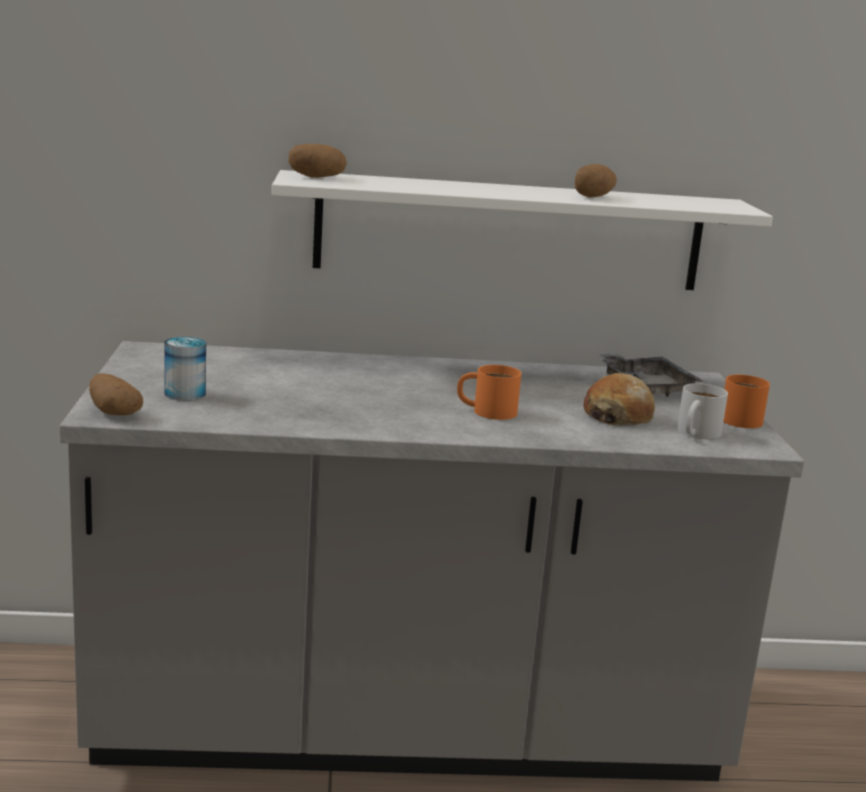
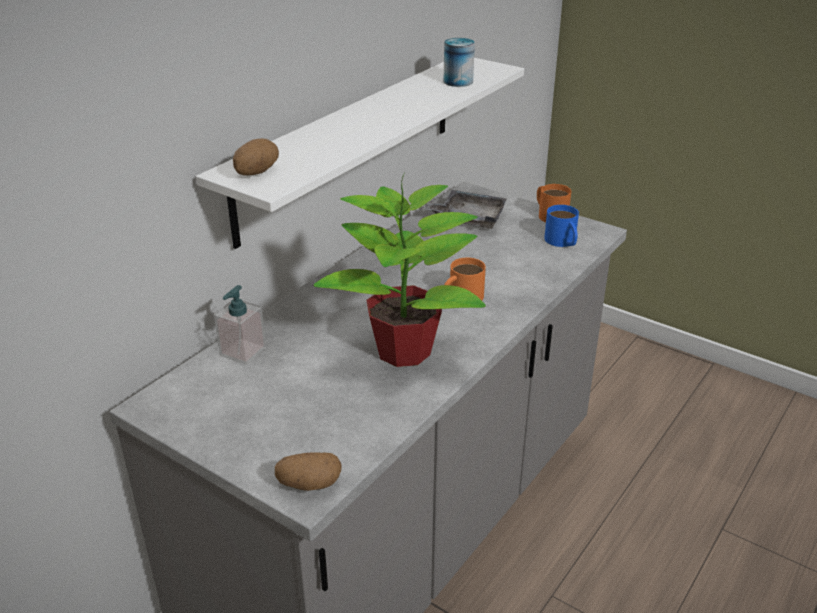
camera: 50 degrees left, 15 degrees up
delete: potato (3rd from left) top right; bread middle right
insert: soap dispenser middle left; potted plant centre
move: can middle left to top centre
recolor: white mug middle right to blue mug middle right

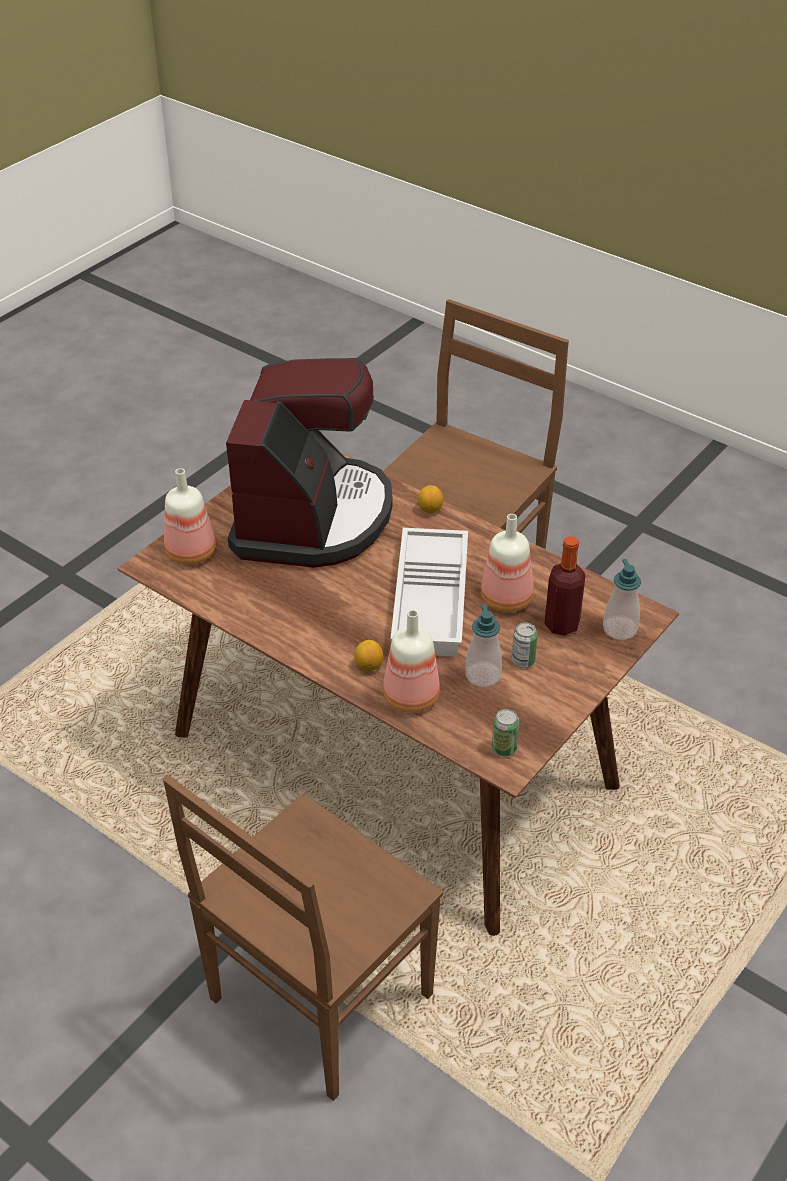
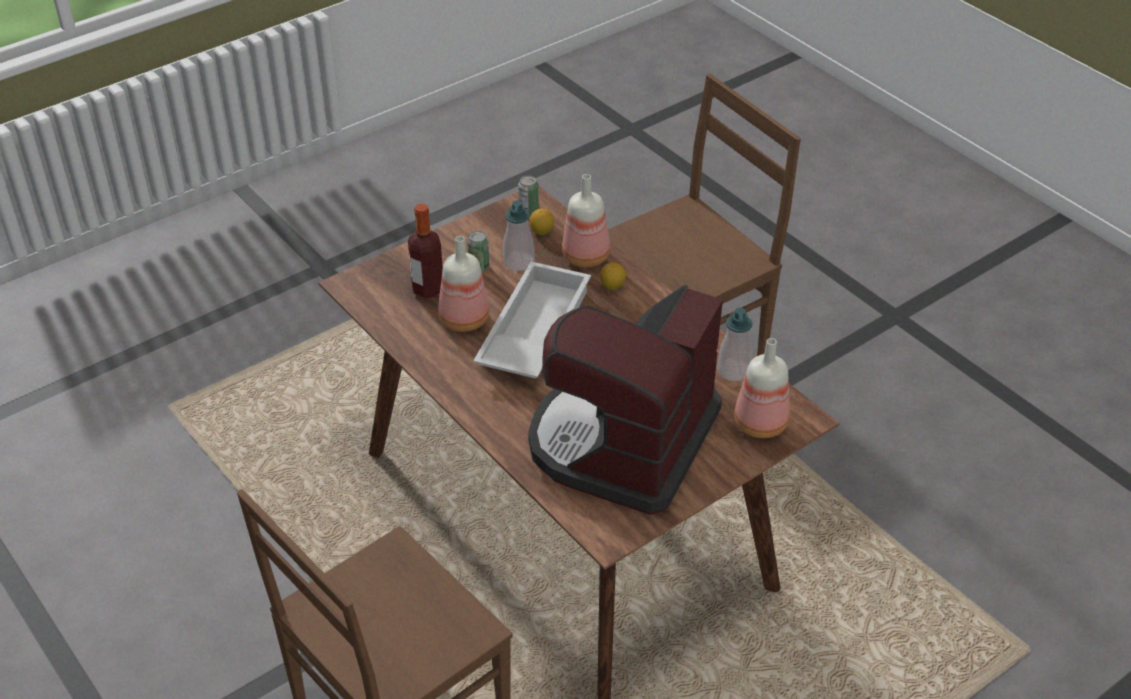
camera: 165 degrees left, 0 degrees up
move: lemon (2nd from left in the first image) centre to lemon (1st from left) top centre; soap dispenser (2nd from left) middle right to centre

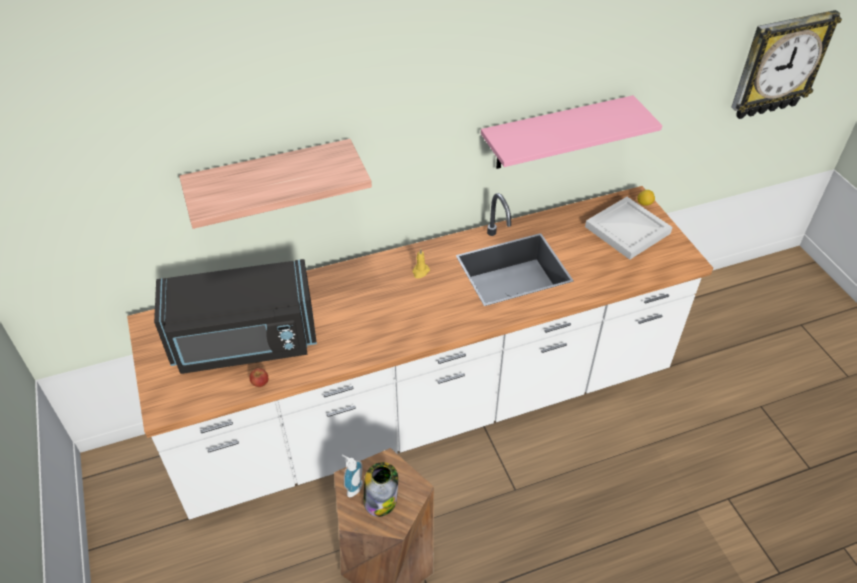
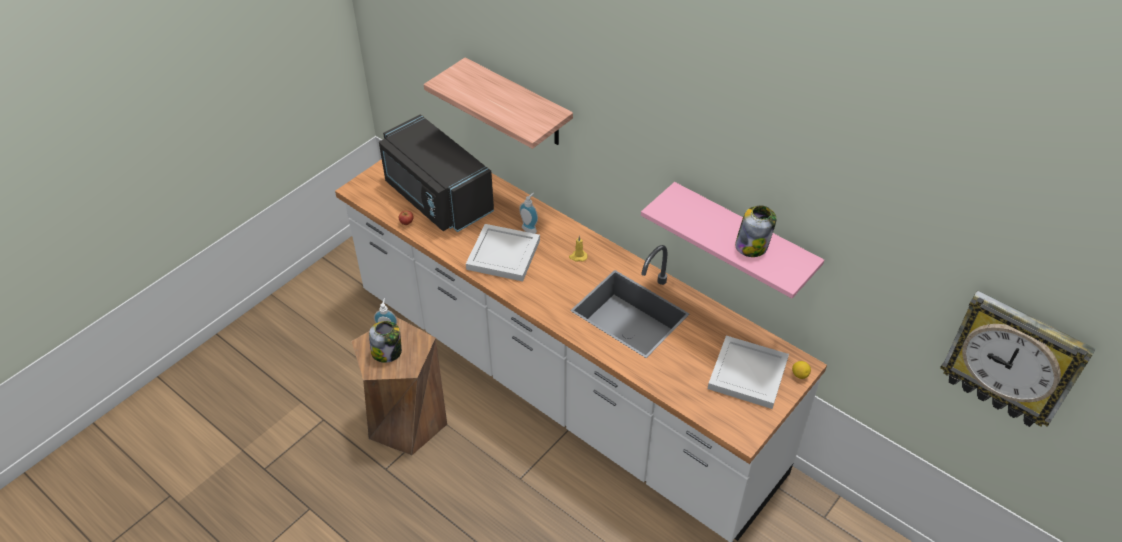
camera: 60 degrees right, 0 degrees up
insert: white tray (1st from left) centre; soap dispenser (2nd from left) centre; jar (2nd from left) middle right

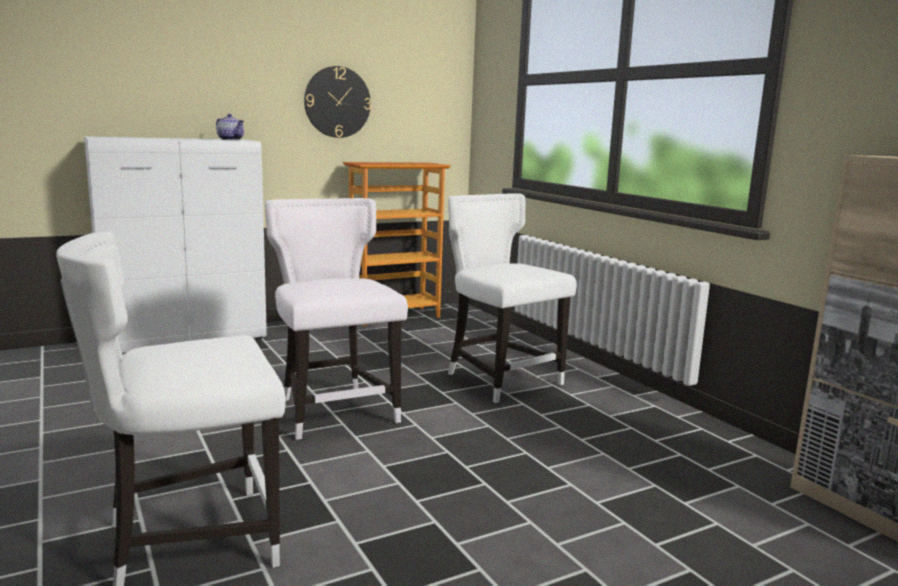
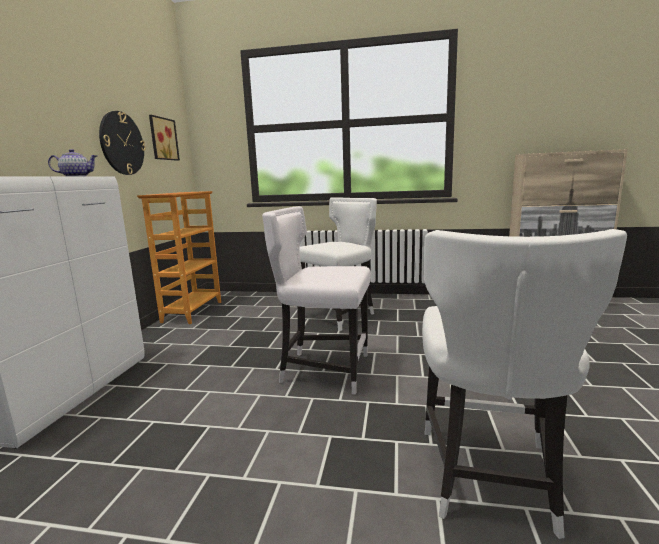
camera: 50 degrees left, 0 degrees up
insert: picture top left
rotate: white chair (3rd from left in the first image) centre = centre 135 degrees clockwise

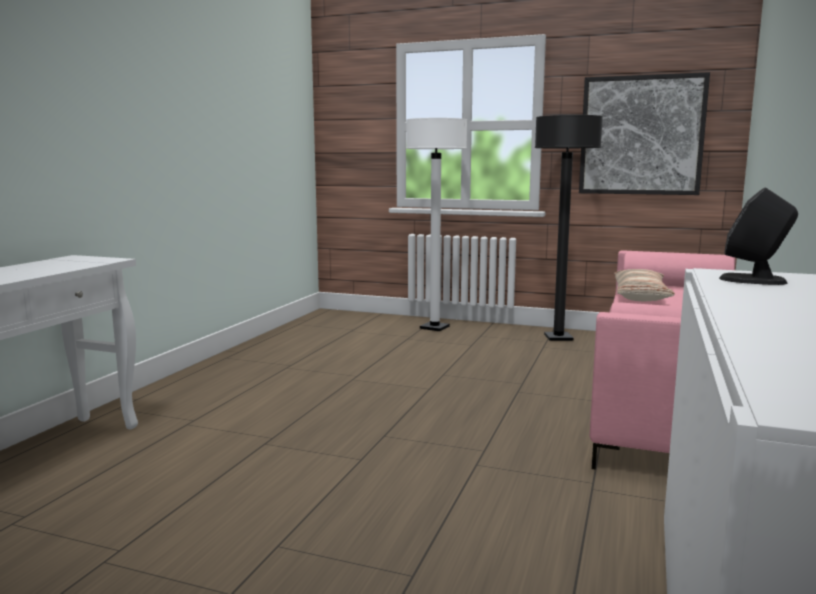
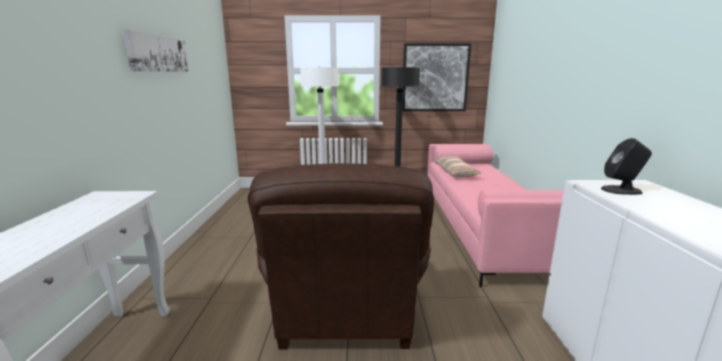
camera: 20 degrees left, 5 degrees up
insert: picture (1st from left) top left; brown armchair bottom centre

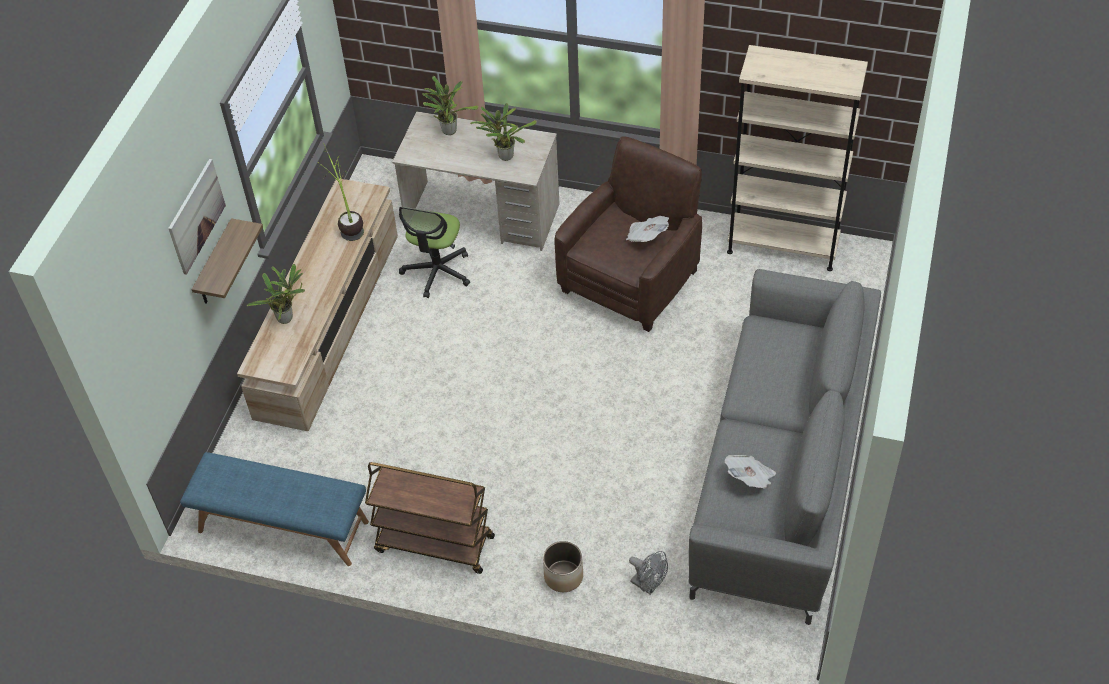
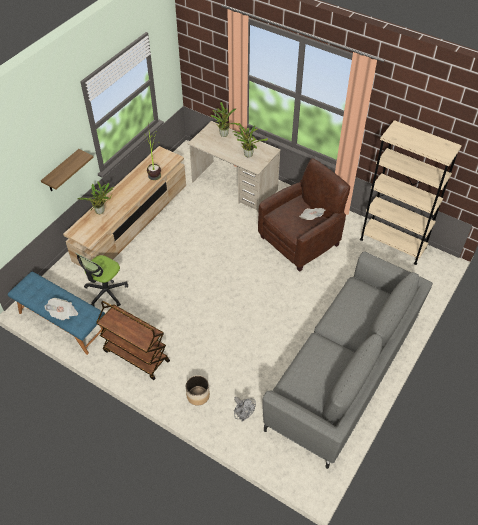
camera: 15 degrees right, 0 degrees up
delete: picture top left
move: office chair centre to middle left; newspaper (2nd from left in the first image) bottom right to newspaper (1st from left) middle left

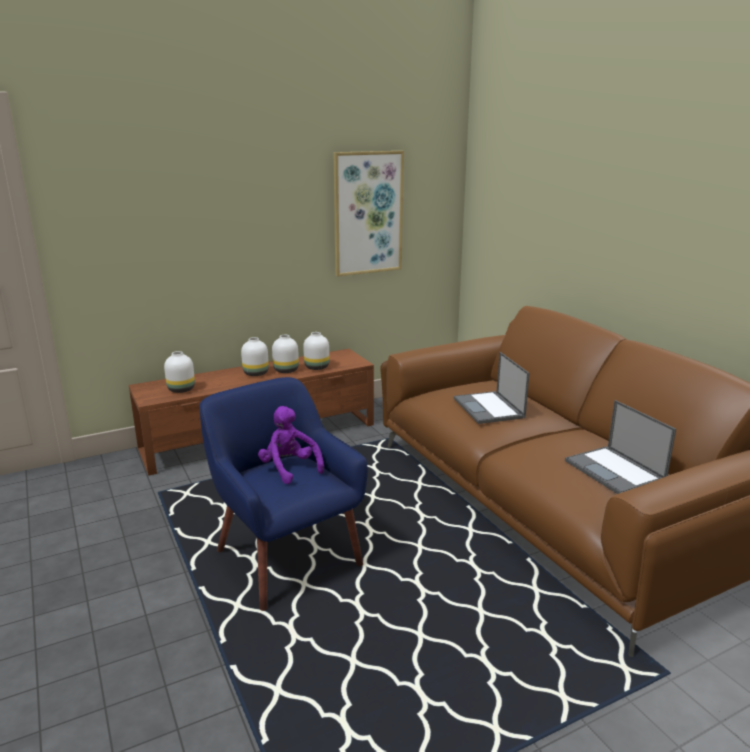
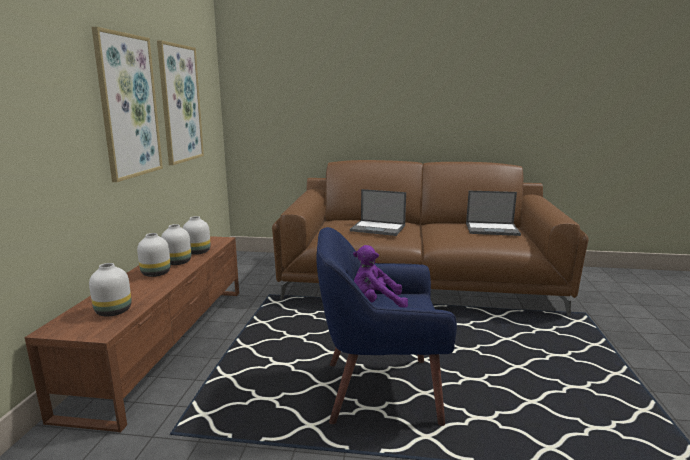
camera: 55 degrees left, 5 degrees down
insert: picture (1st from left) top left

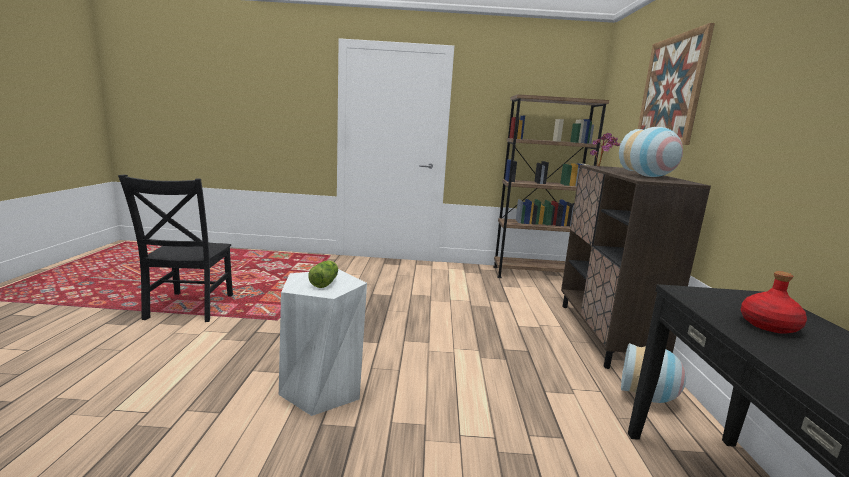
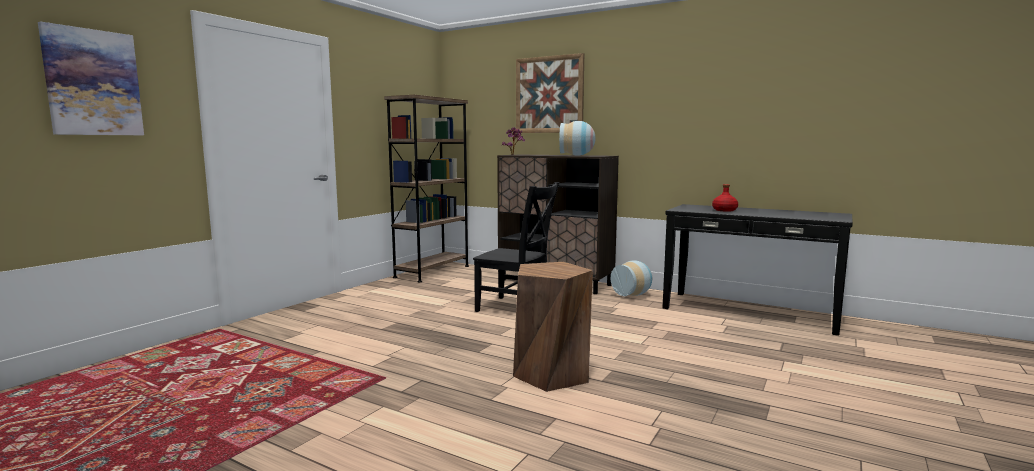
camera: 60 degrees left, 5 degrees down
delete: lettuce centre
insert: picture (1st from left) top left
move: black chair middle left to centre
recolor: white stool bottom centre to brown stool bottom centre

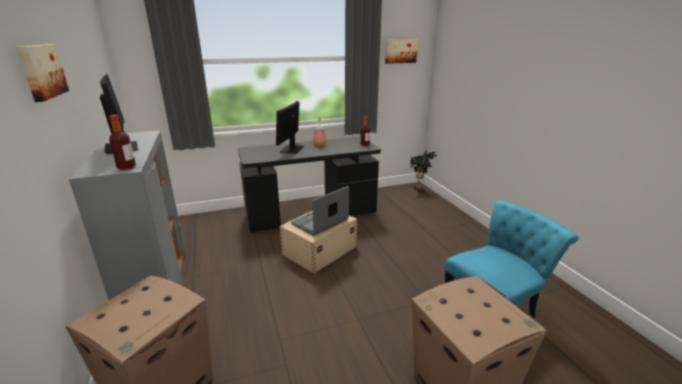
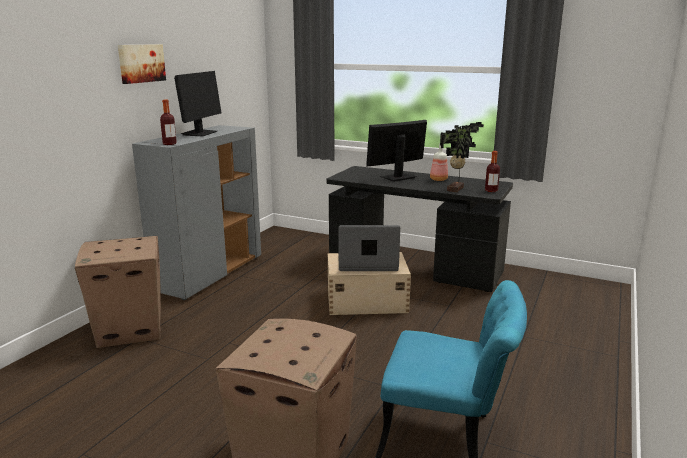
camera: 45 degrees right, 5 degrees down
delete: picture (2nd from left) top centre
move: potted plant centre to middle right

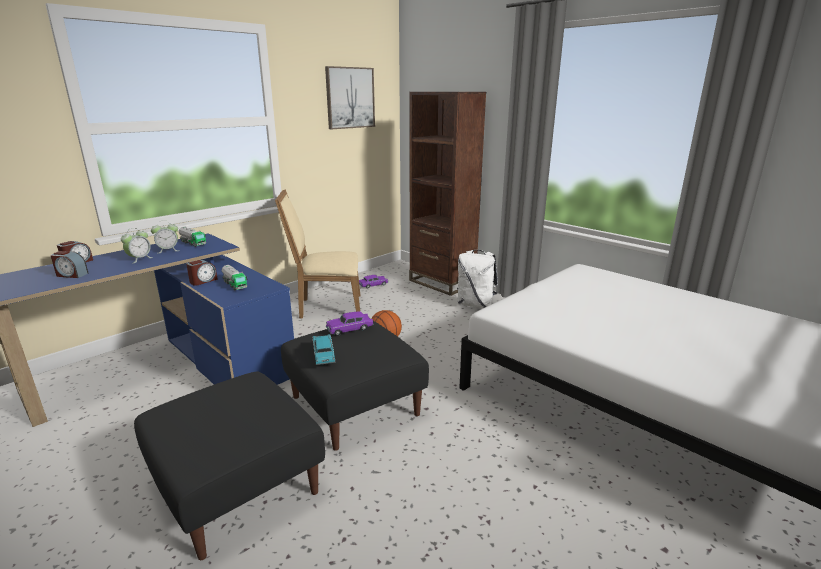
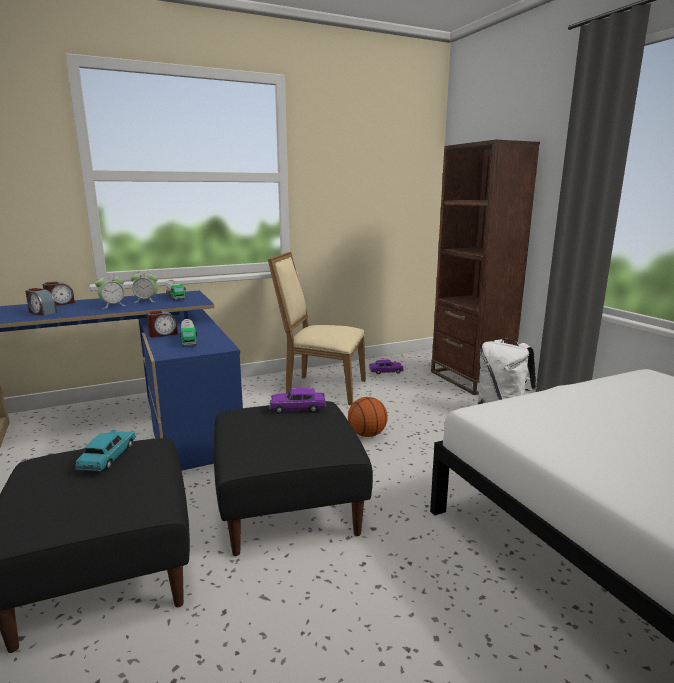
camera: 20 degrees right, 5 degrees down
delete: picture top centre
move: turquoise toy car centre to middle left

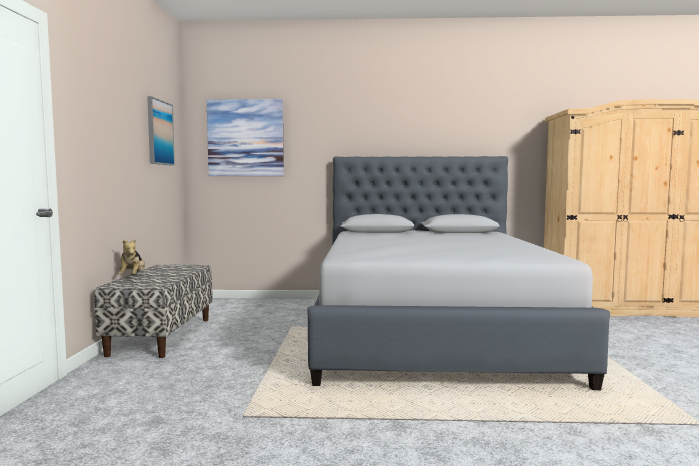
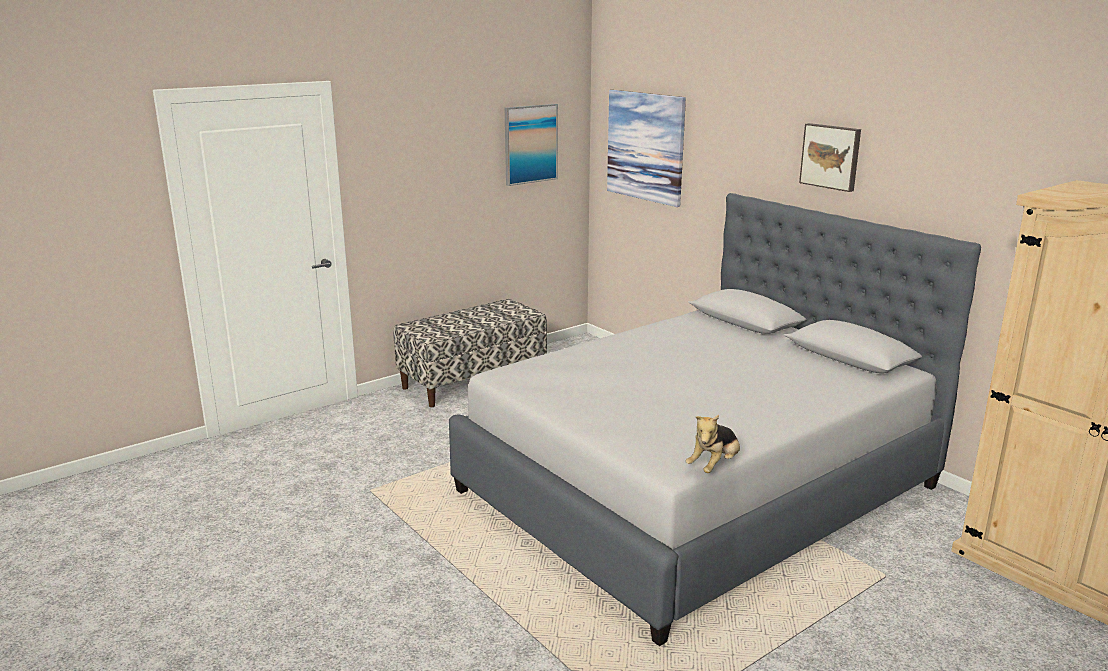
camera: 50 degrees right, 15 degrees up
insert: picture (3rd from left) top right
move: plush toy middle left to centre

